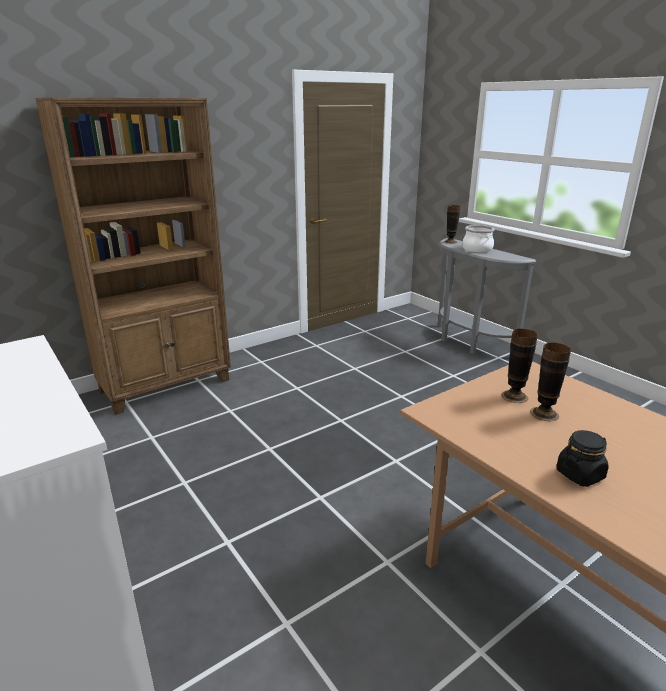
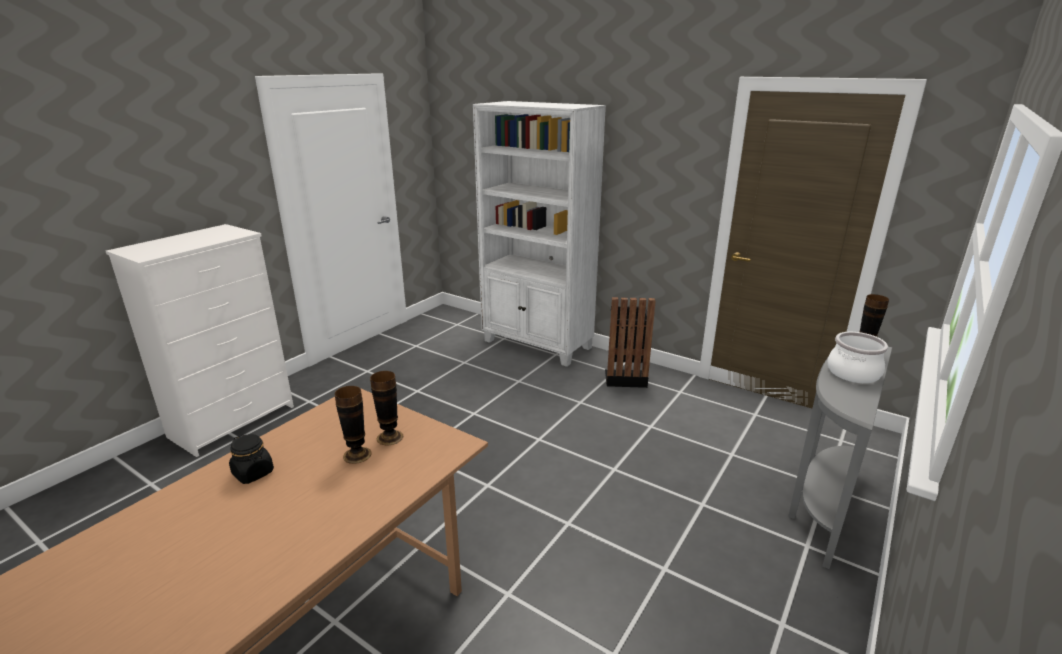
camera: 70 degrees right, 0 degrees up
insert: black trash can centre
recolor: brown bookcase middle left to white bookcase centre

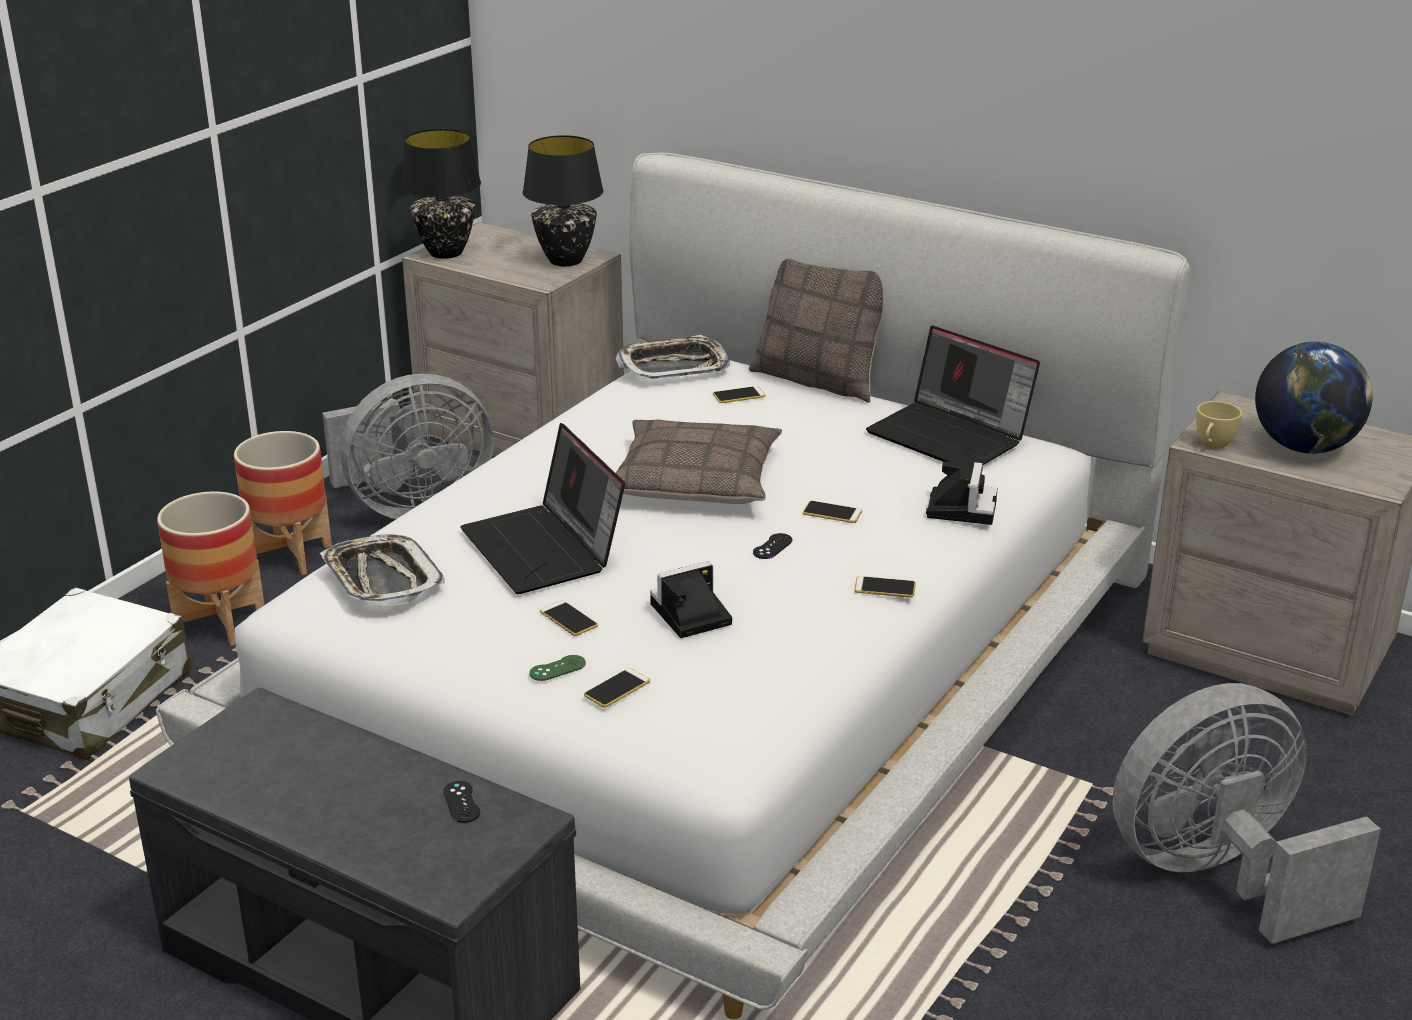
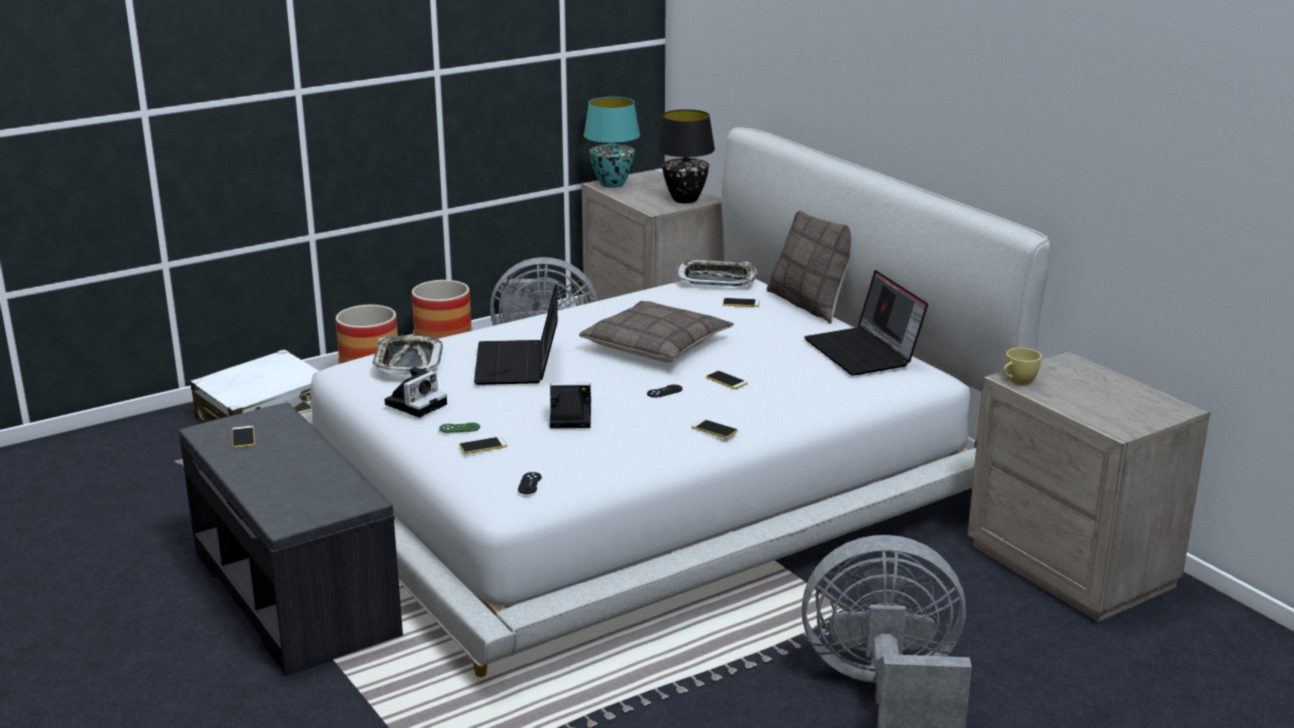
camera: 25 degrees right, 5 degrees down
delete: globe middle right
move: black game controller (1st from left) bottom left to centre; phone (1st from left) centre to middle left; photo camera (2nd from left in the first image) middle right to photo camera (1st from left) middle left
recolor: black table lamp (1st from left) top left to turquoise table lamp top centre

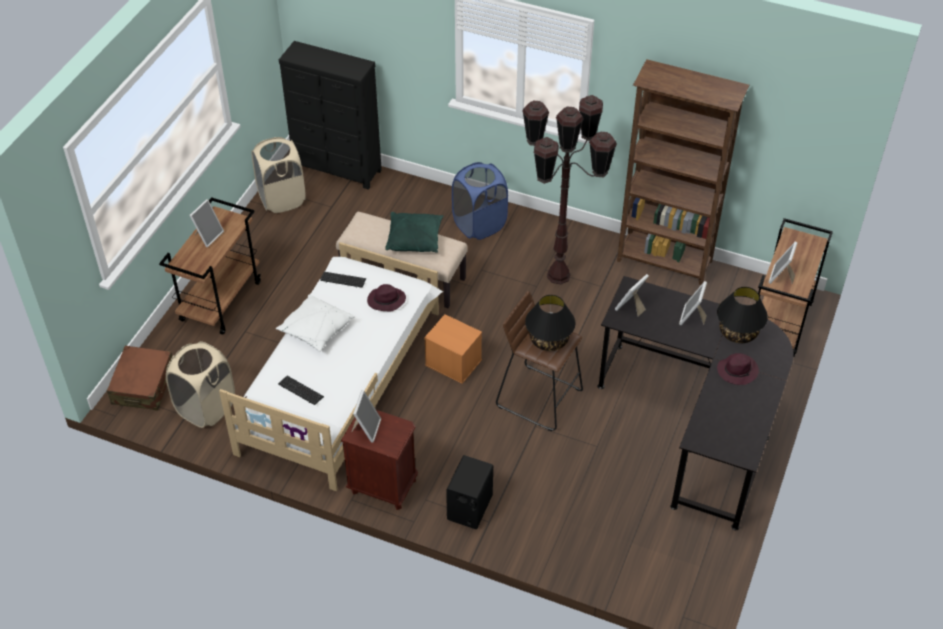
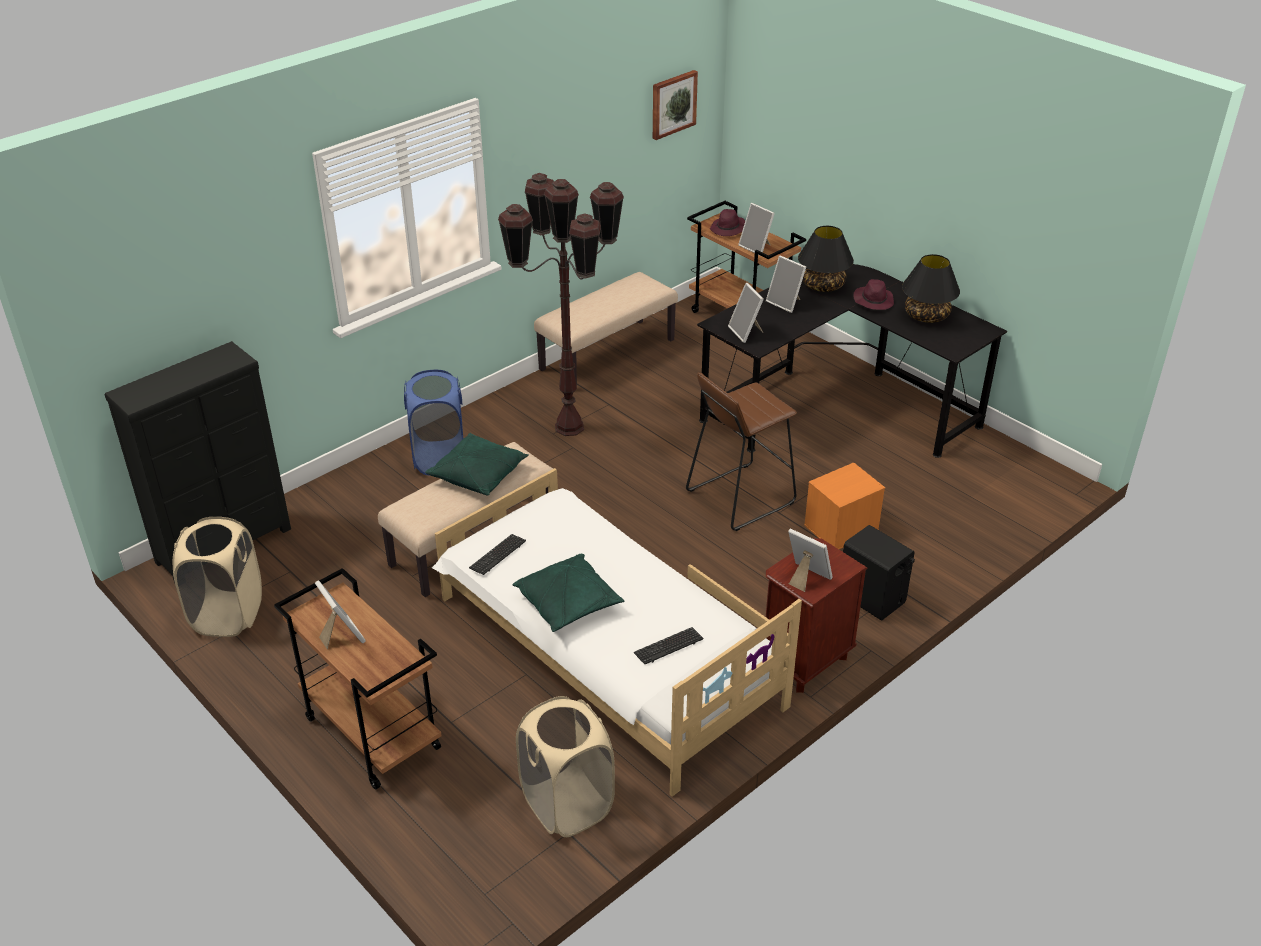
camera: 65 degrees left, 10 degrees down
delete: brown suitcase middle left
insert: picture top centre
move: purple hat (1st from left) centre to top centre; orange storage box centre to middle right; black table lamp (1st from left in the first image) centre to black table lamp (2nd from left) top right
replace: brown bookcase top right to beige bench (2nd from left) centre
recolor: white pillow centre to green pillow (2nd from left) centre

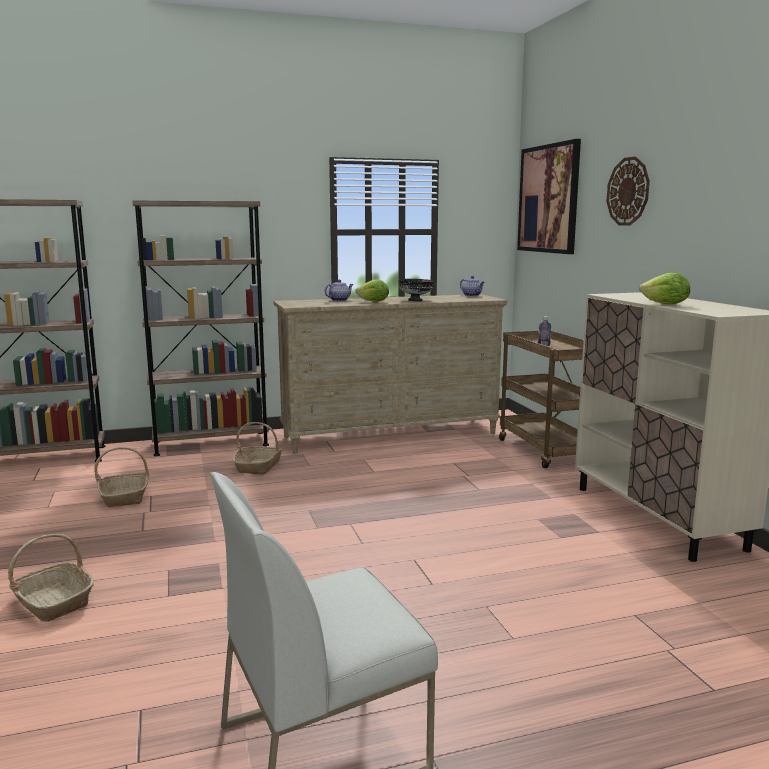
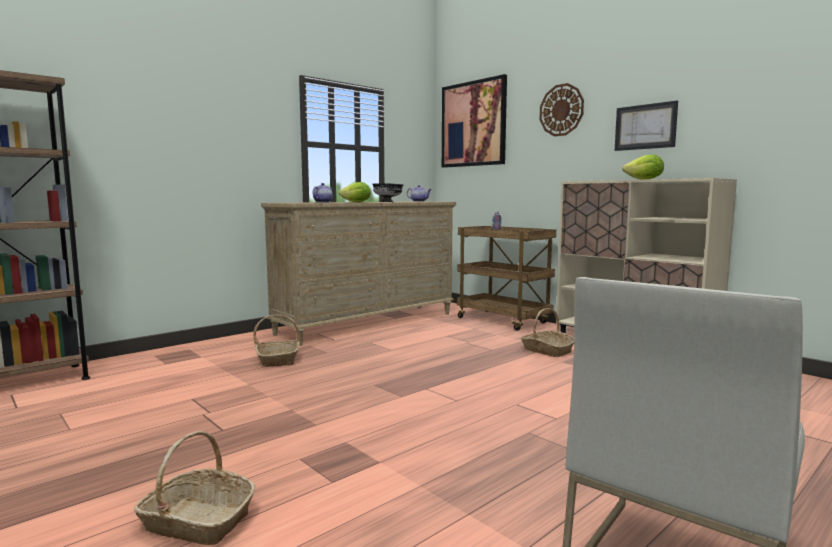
camera: 25 degrees left, 5 degrees down
delete: brown bookcase (2nd from left) middle left
insert: picture (2nd from left) top right
move: basket (2nd from left in the first image) middle left to basket (3rd from left) centre

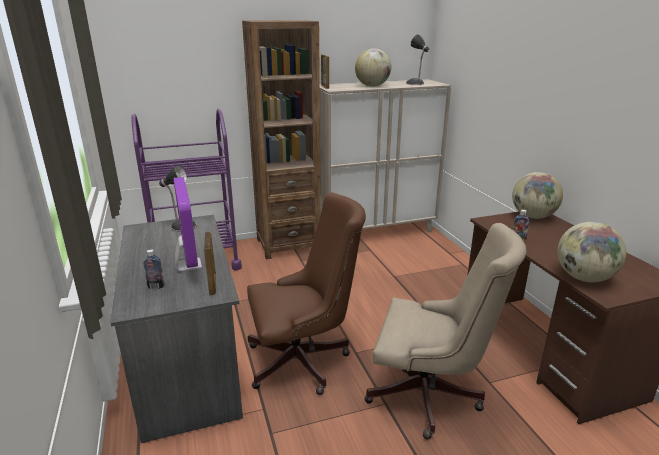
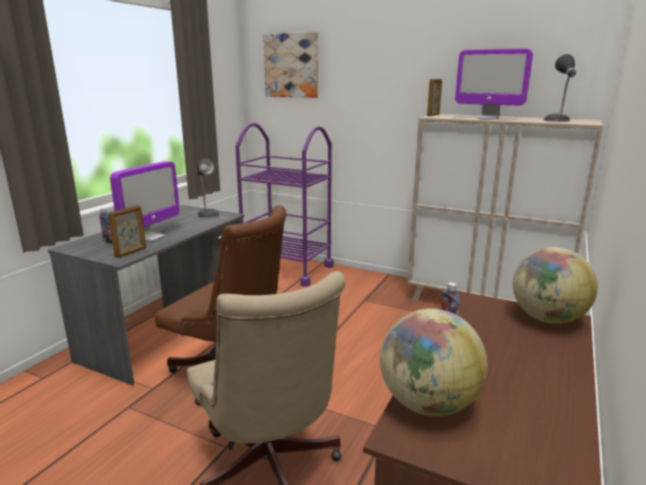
camera: 45 degrees right, 5 degrees down
delete: brown bookcase top centre
insert: picture top centre
replace: globe (1st from left) top centre to monitor (2nd from left) top right

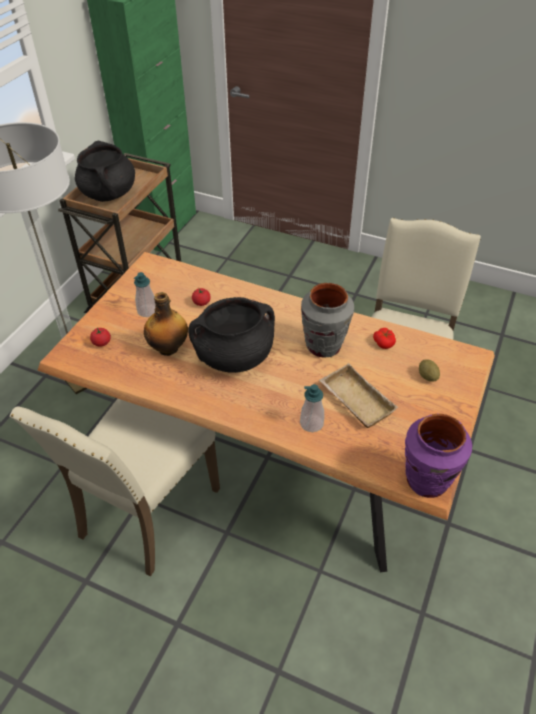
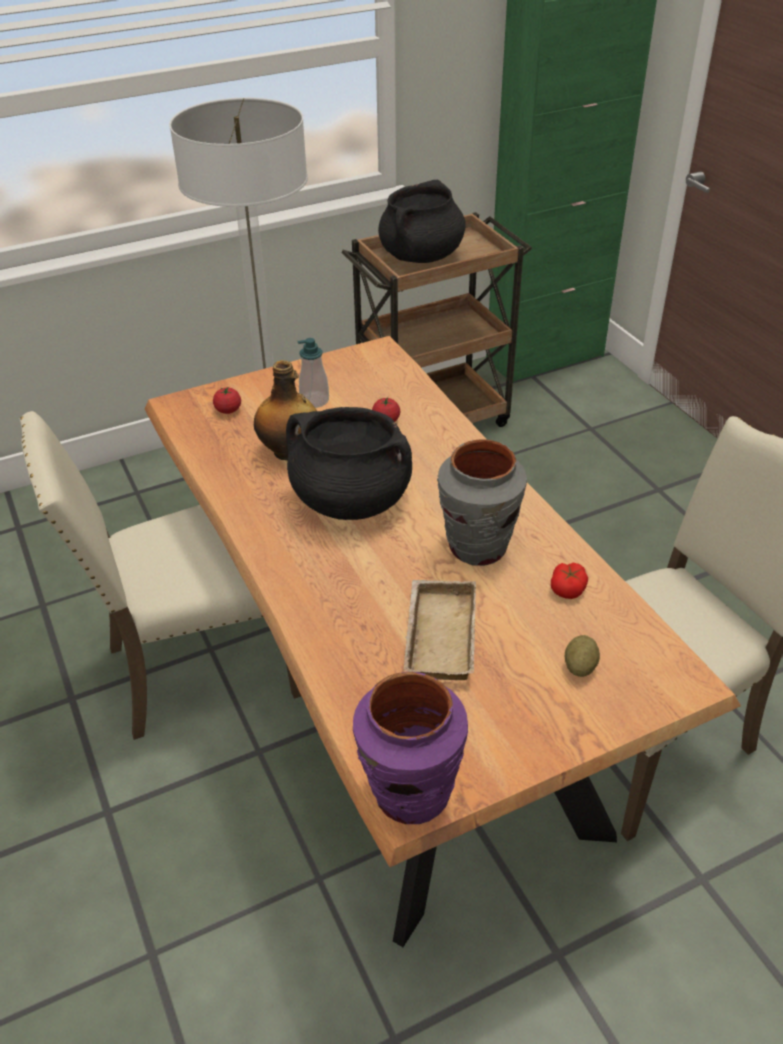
camera: 40 degrees right, 5 degrees down
delete: soap dispenser (2nd from left) centre

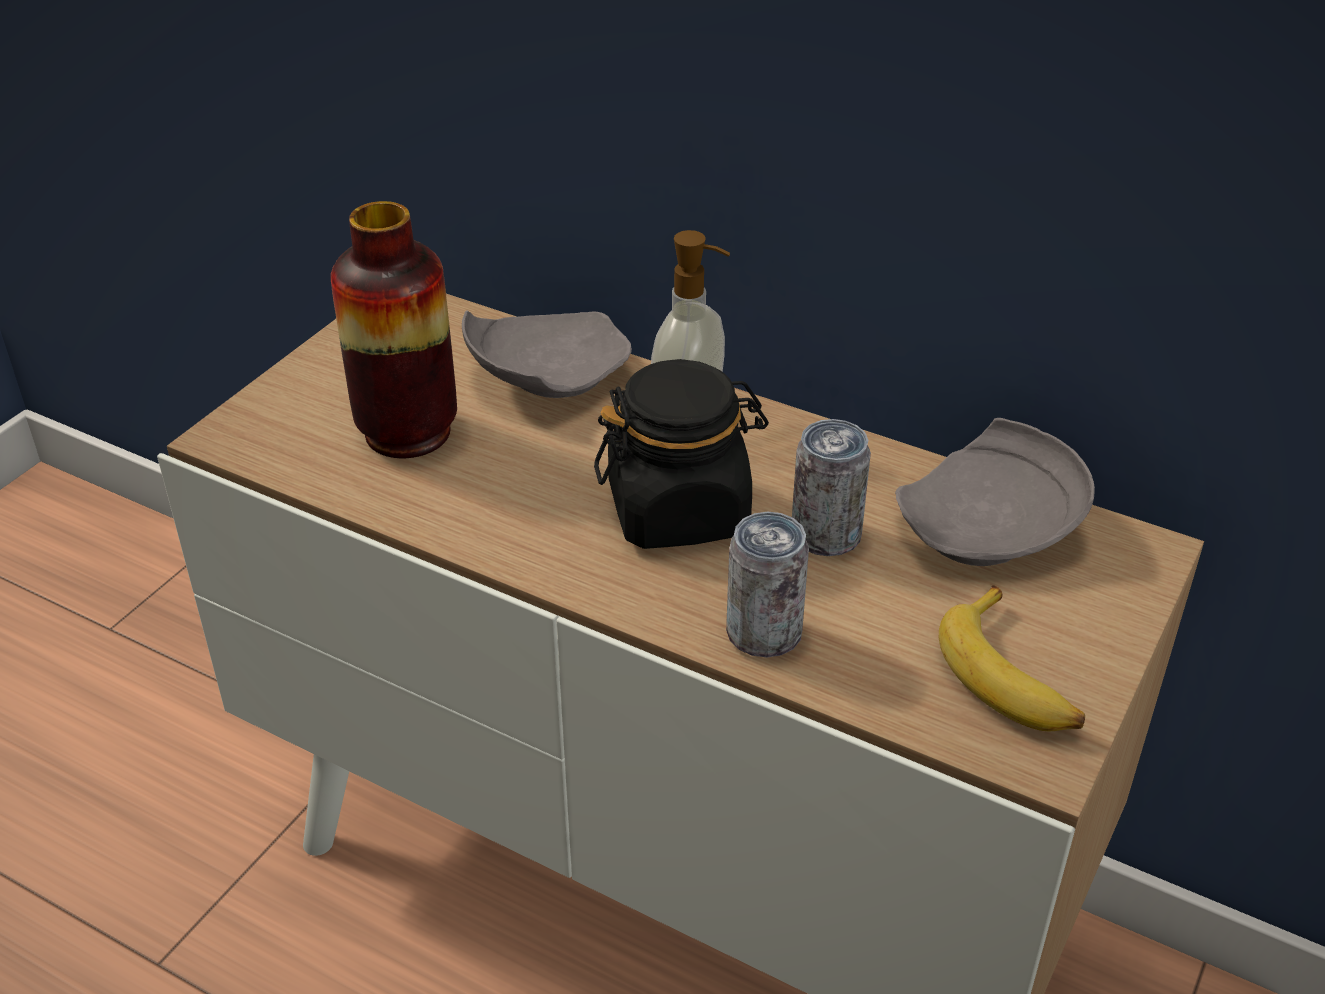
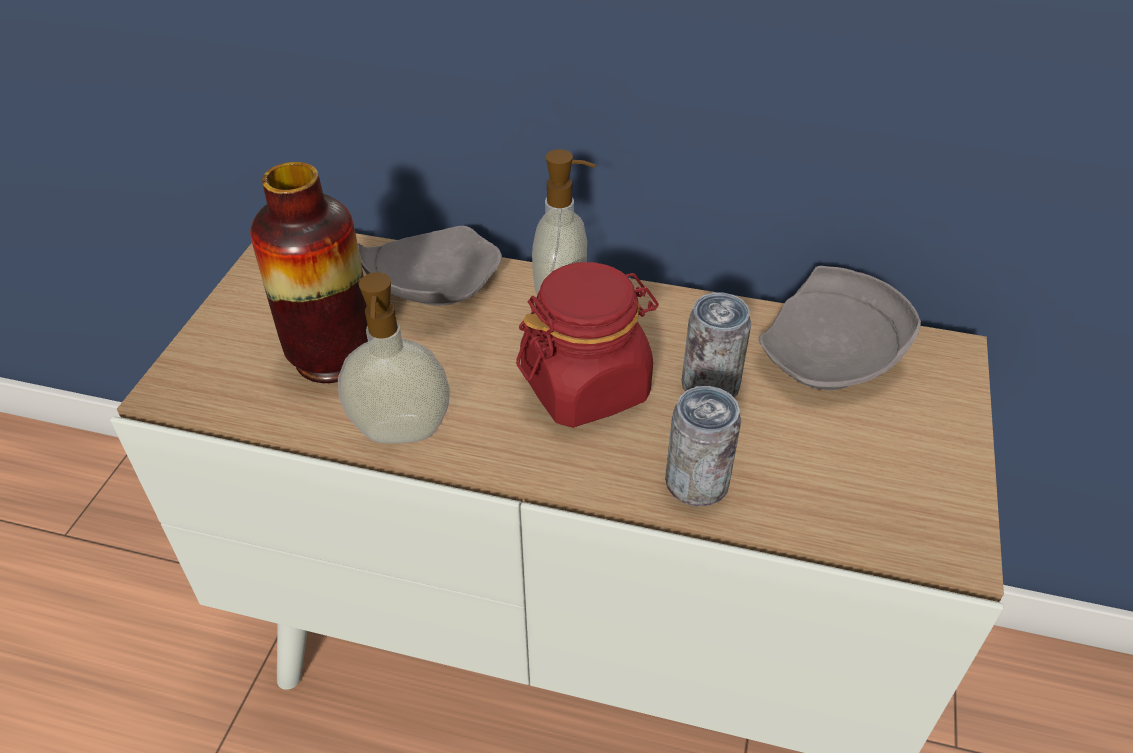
camera: 15 degrees left, 5 degrees up
delete: banana middle right
insert: soap dispenser (1st from left) centre
recolor: black jar centre to red jar centre

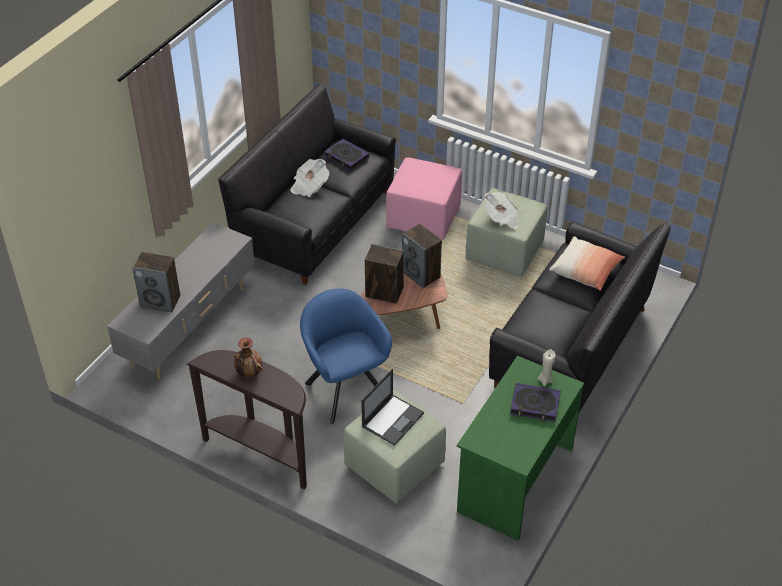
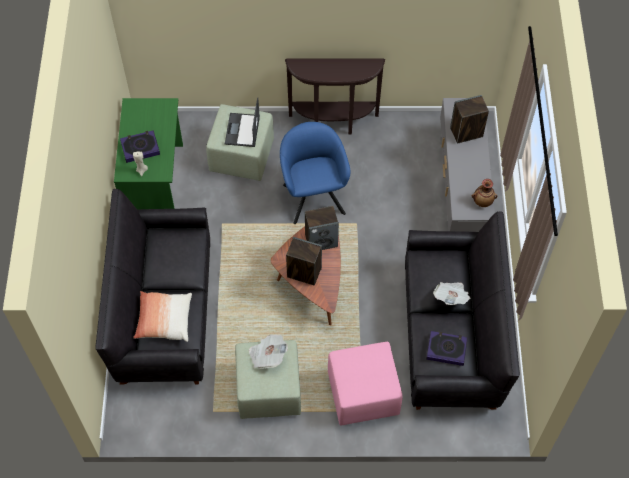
camera: 150 degrees right, 15 degrees up
move: vase middle left to middle right
rotate: blue armchair centre = centre 135 degrees counterclockwise

